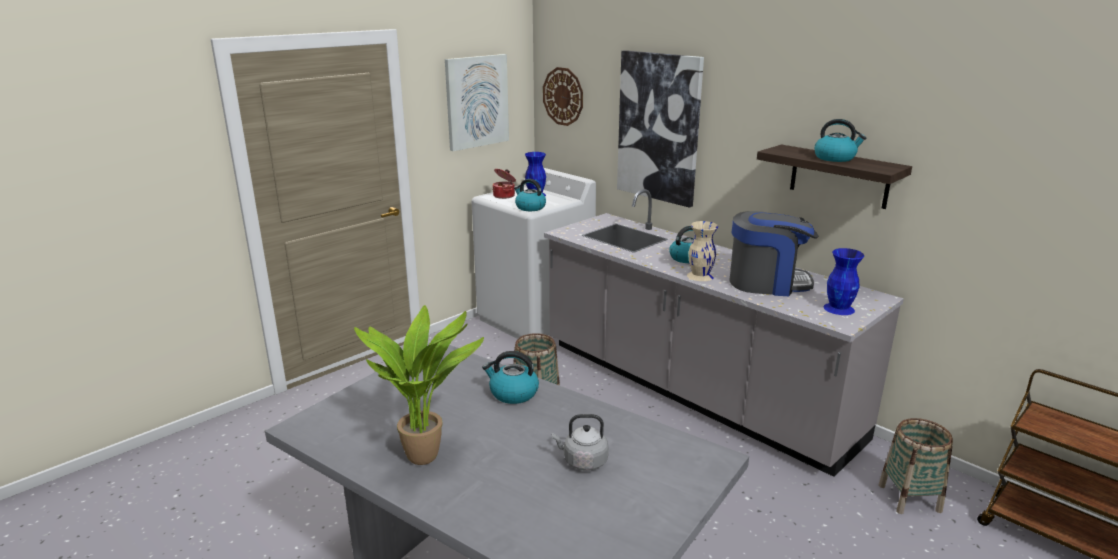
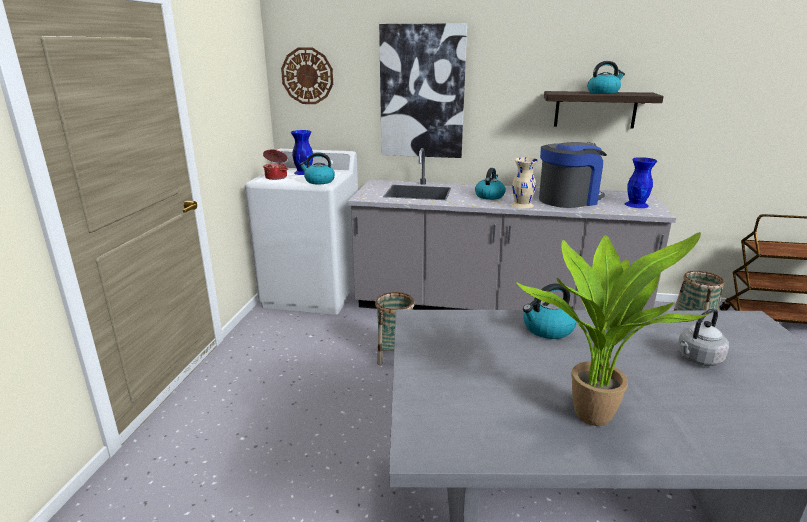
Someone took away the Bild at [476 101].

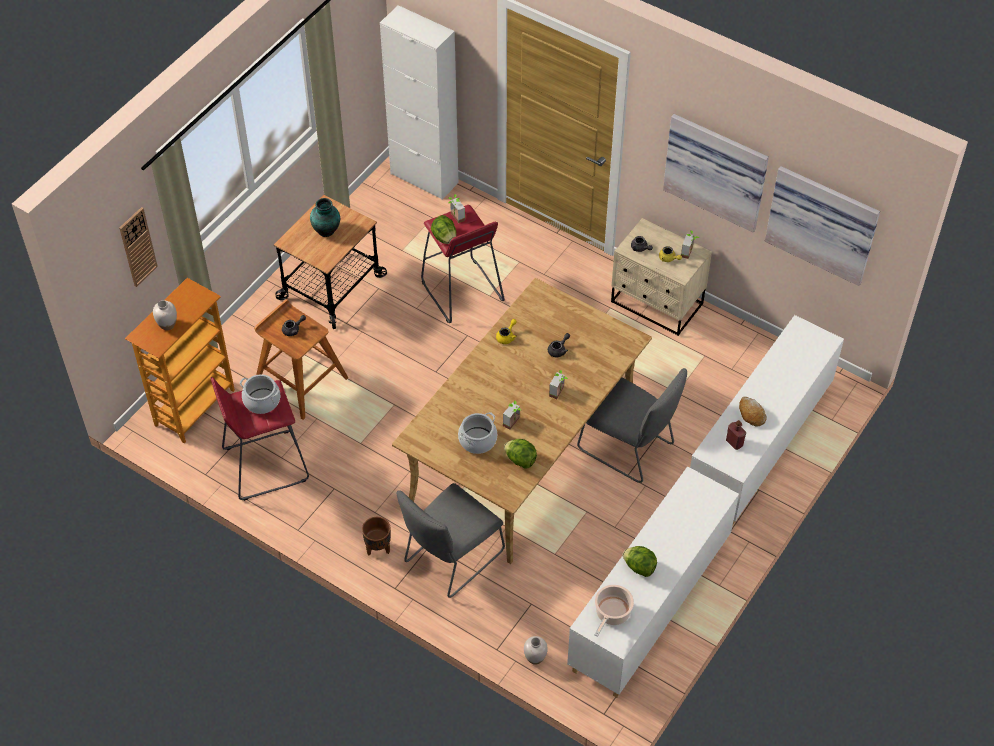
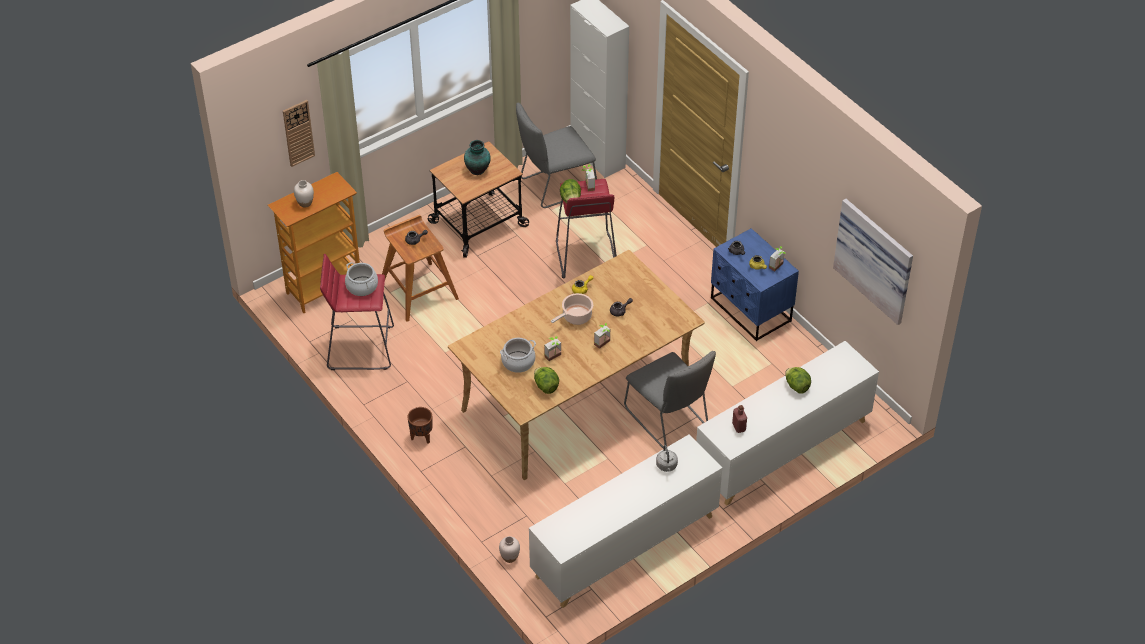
Someone carried the Stuhl (grau) from [450 559] to [555 186].
Someone carried the Kochtopf from [611 614] to [575 317].
Someone put down the Wasserkessel (grau) at [667 466].
Someone repainted the Nachttisch (beige) at [657 304], which became the Nachttisch (blau) at [750 310].
Someone carried the Salatkopf from [639 567] to [796 386].
Someone took away the Bild at [717 170].
Someone took away the Brot at [751 414].

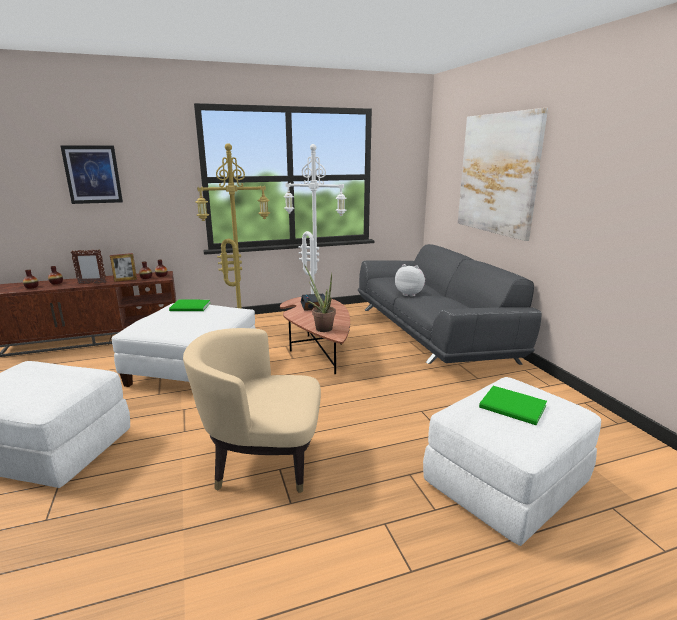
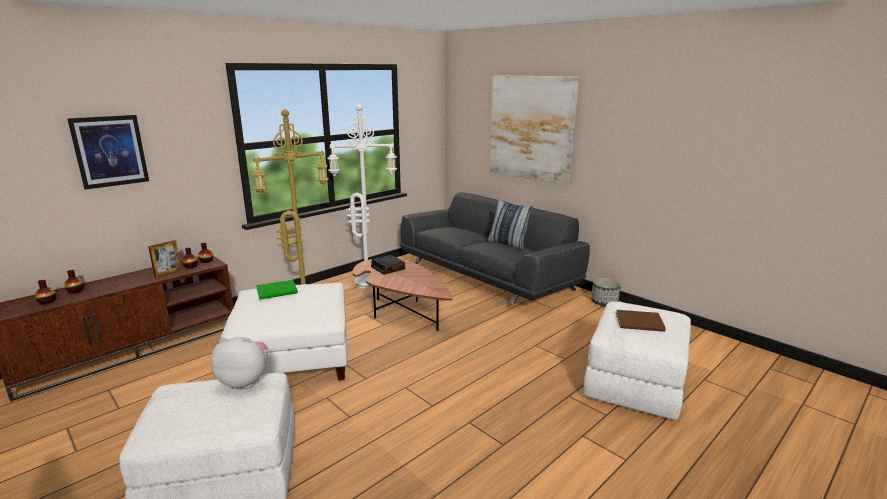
Someone carried the Plüschtier from [410 294] to [245 381].
Someone put down the Kissen at [508 244].
Someone put down the Pflanzkübel at [604 302].
Someone repainted the Buch (grün) at [514 408], which became the Buch (braun) at [641 323].
Someone took away the Bilderrahmen at [92 283].
Someone took away the Sessel (beige) at [263 462].
Someone took away the Topfpflanze at [321 328].

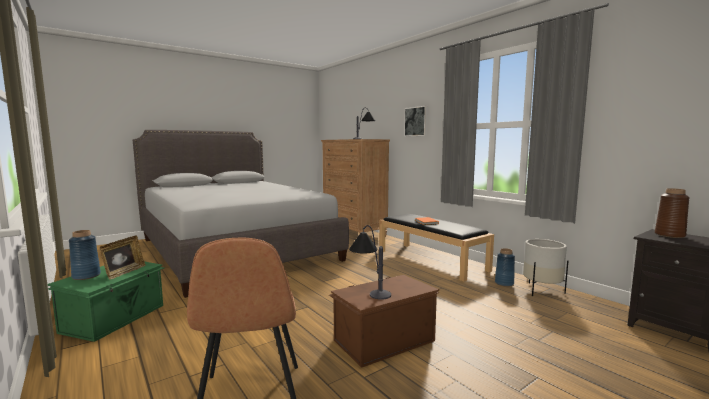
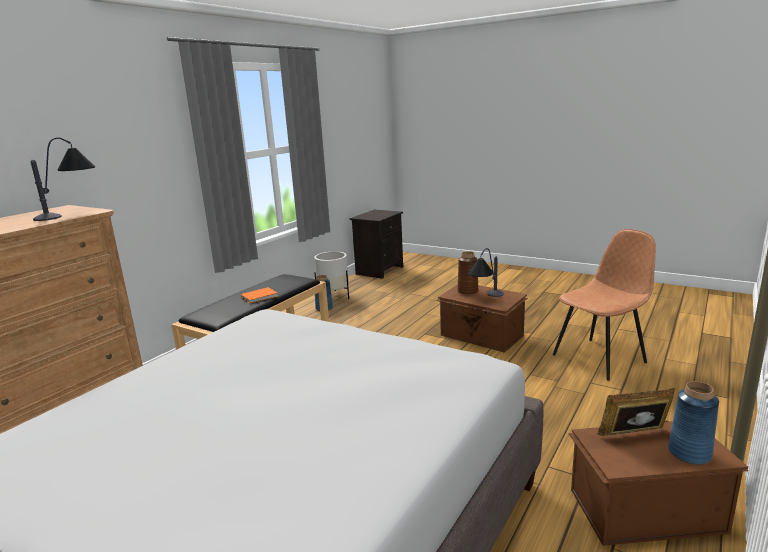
Someone carried the Vase (braun) from [669 235] to [467 291].
Someone repainted the Aufbewahrungsbox (grün) at [115 318], which became the Aufbewahrungsbox (braun) at [643 509].
Someone took away the Bild at [416 121].

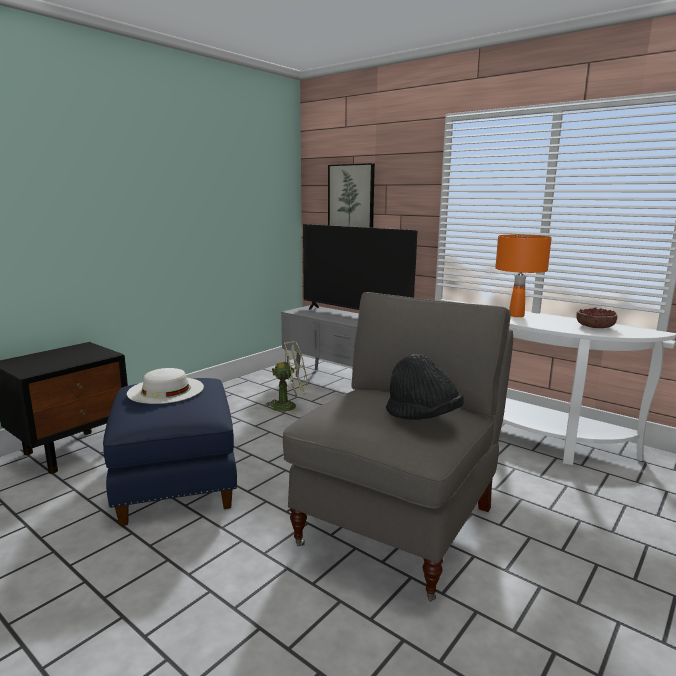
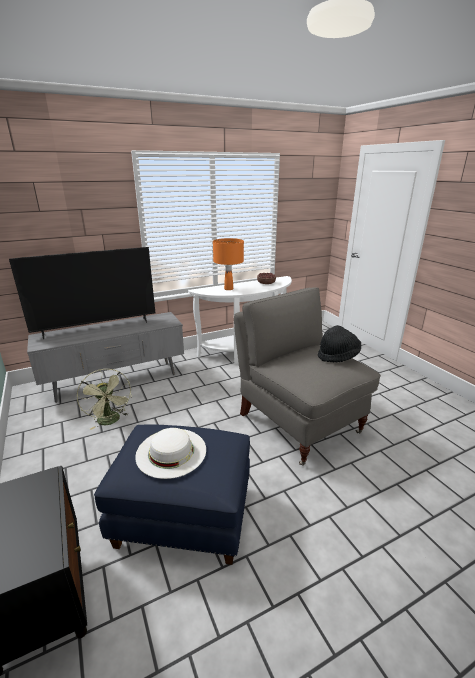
Someone rotated the Ventilator (grün) at [289 406] by 135 degrees clockwise.
Someone took away the Bild at [351 199].

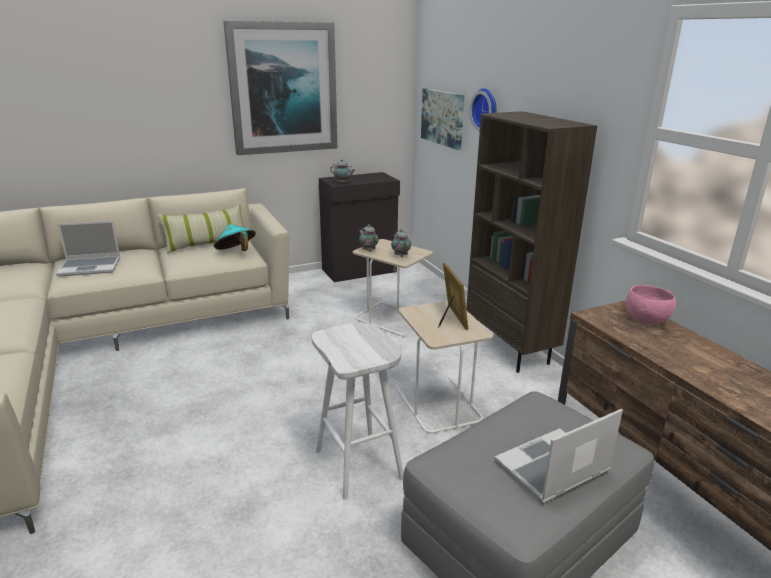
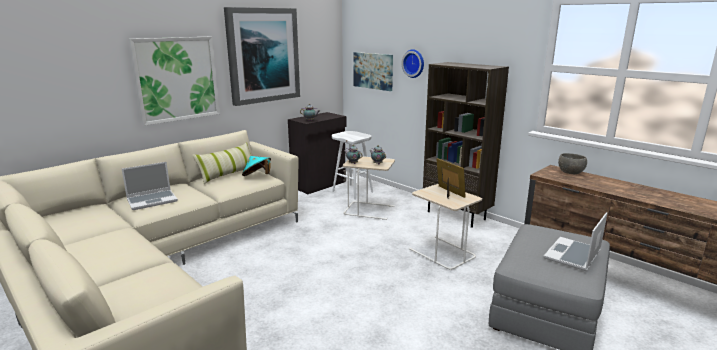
Someone put up the Bild at [177 79].
Someone carried the Hocker (weiß) from [360 465] to [353 192].
Someone repainted the Schüssel (rosa) at [647 321], which became the Schüssel (grau) at [571 173].

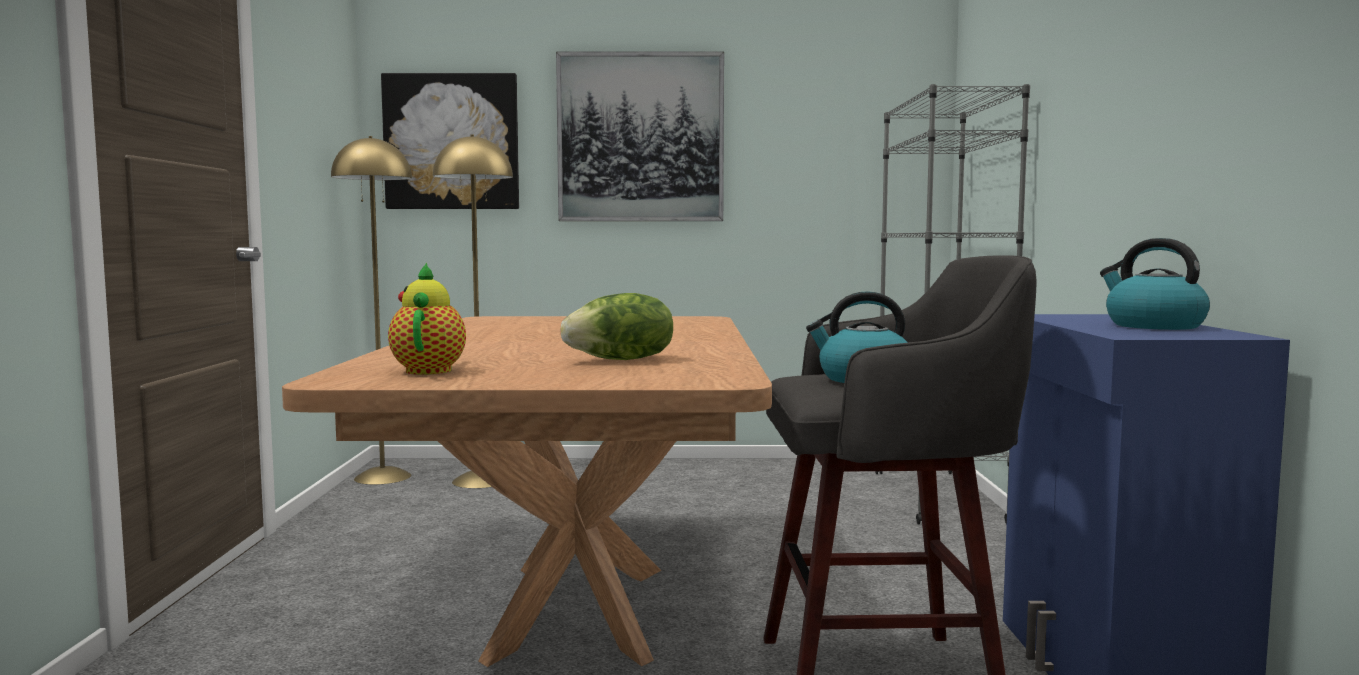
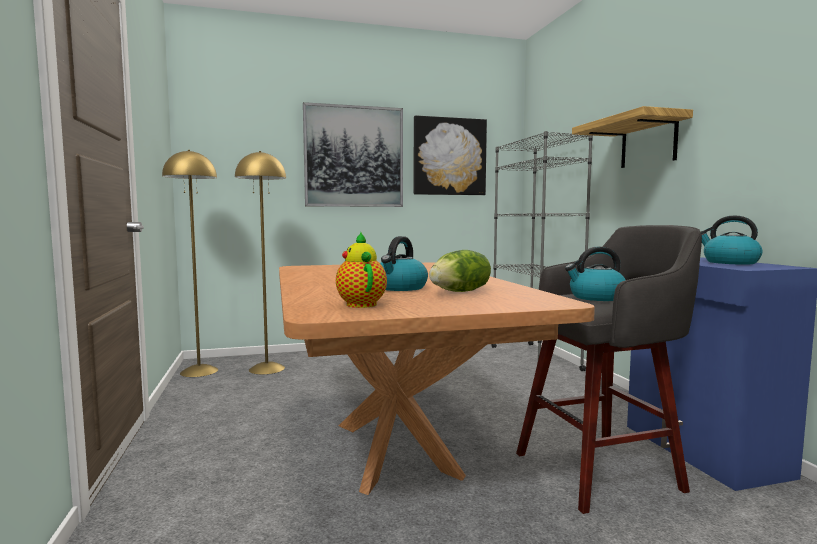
Someone put down the Wasserkessel at [400 288].
Someone carried the Bild from [452 142] to [449 157].
Someone put up the Wandregal at [648 142].

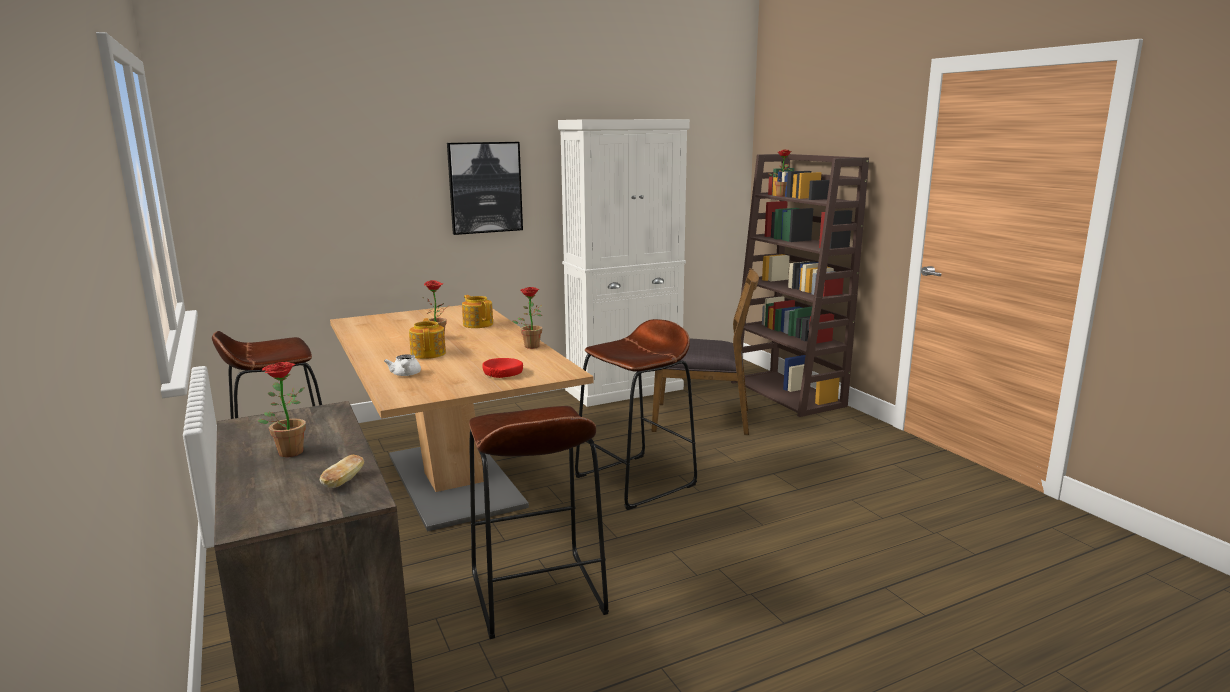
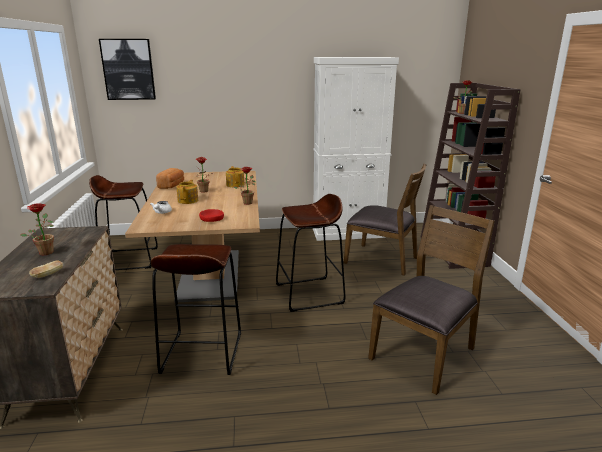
Someone carried the Bild from [485 187] to [128 69].
Someone put down the Brot at [172 185].
Someone put down the Stuhl (braun) at [424 354].

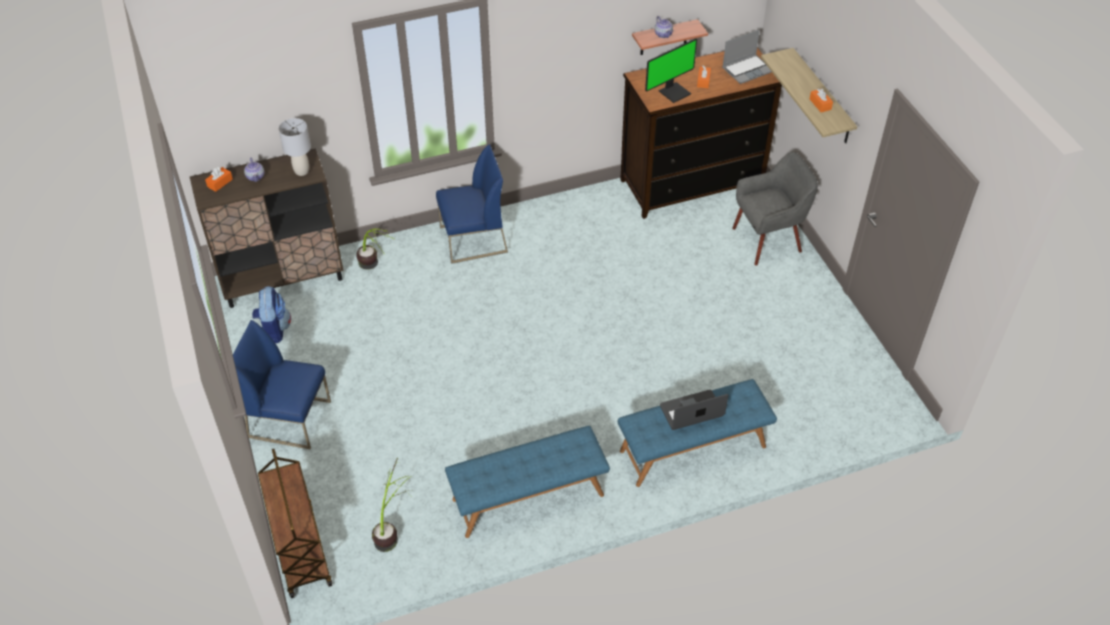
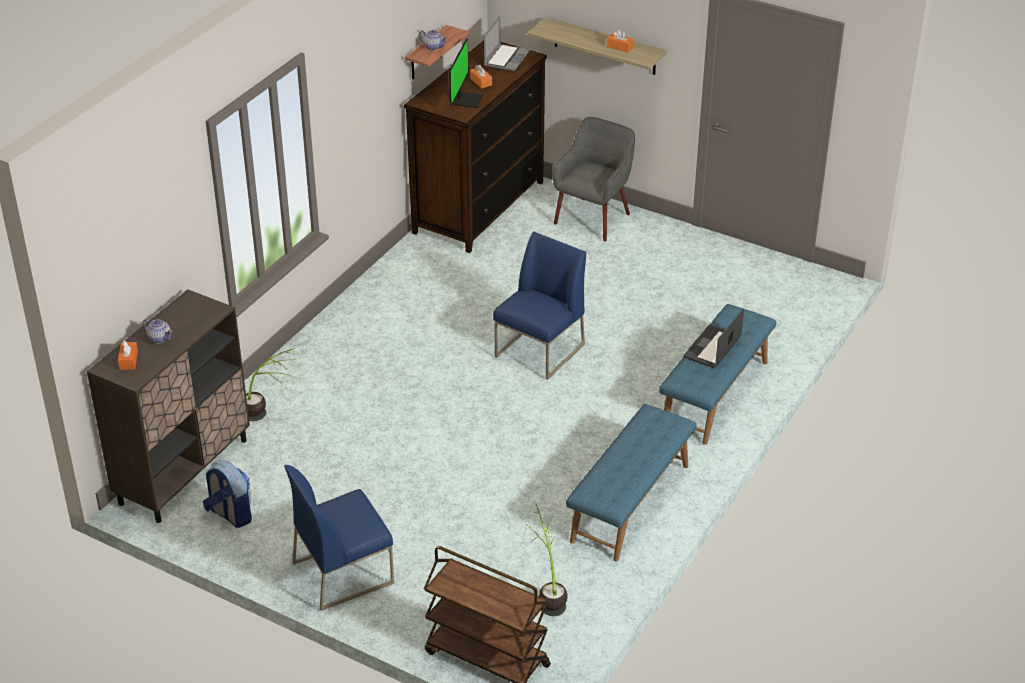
Someone carried the Stuhl (blau) from [473 240] to [540 351].
Someone took away the Tischlampe (grau) at [301 171].

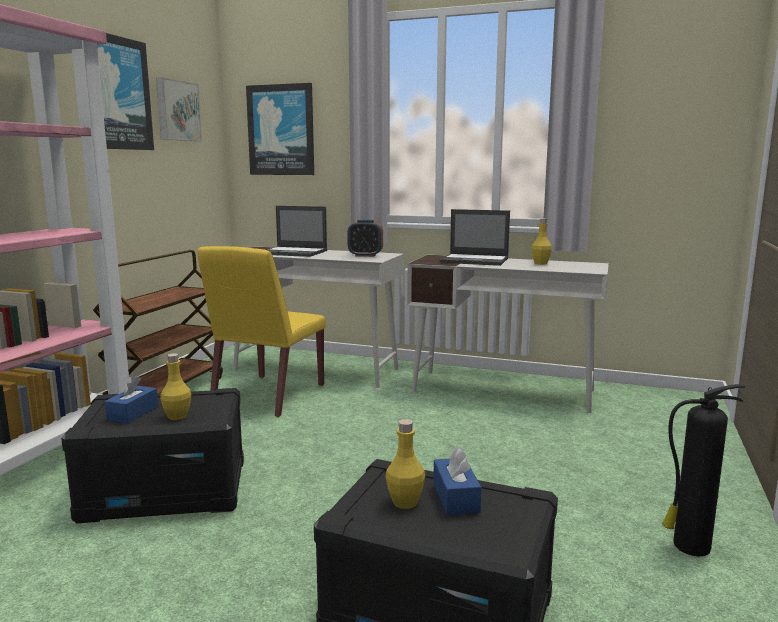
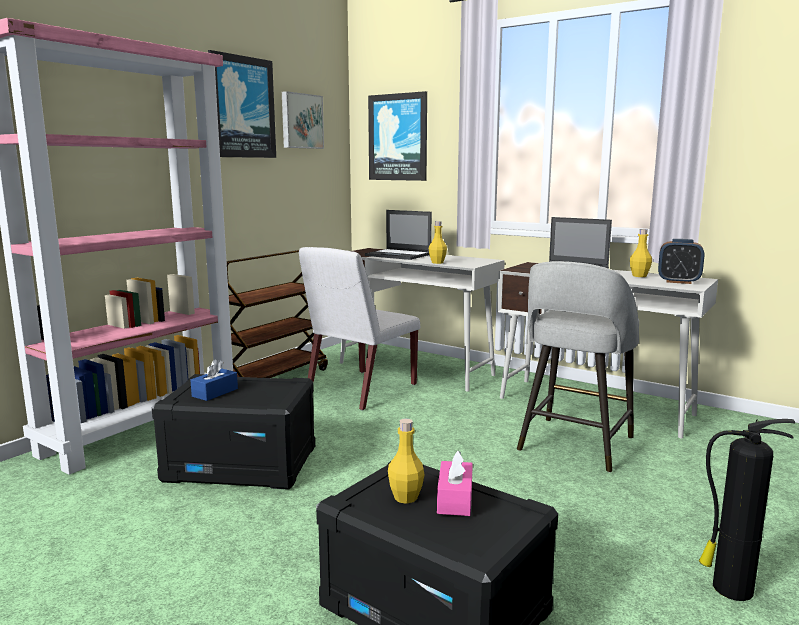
Someone repainted the Stuhl (gelb) at [268 396], which became the Stuhl (weiß) at [361 390].
Someone carried the Flasche (gelb) from [177 416] to [437 262].
Someone repainted the Taschentuchbox (blau) at [455 497], which became the Taschentuchbox (rosa) at [455 499].
Someone put down the Hocker (grau) at [574 445].
Someone carried the Wecker from [365 255] to [678 282].

